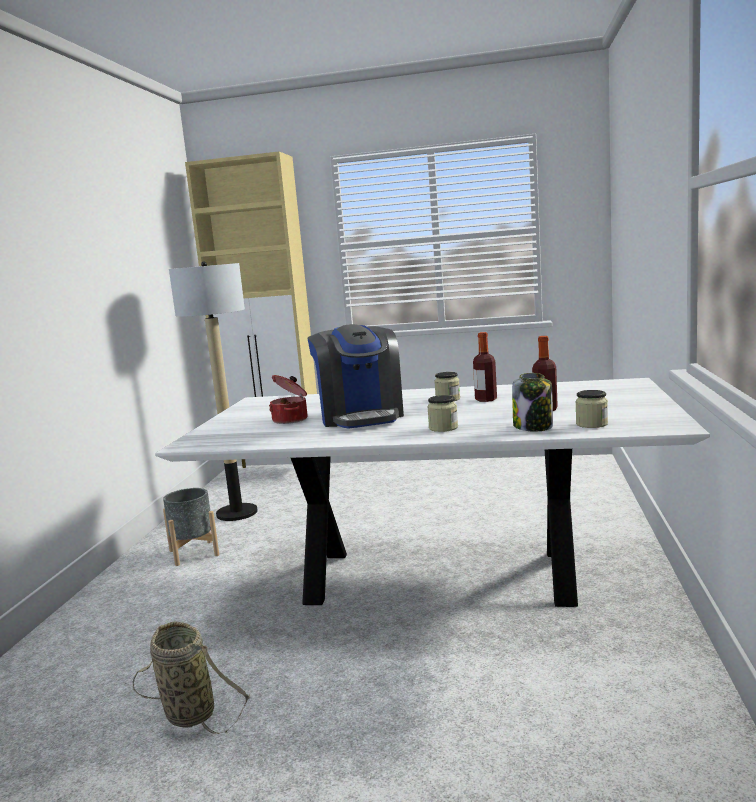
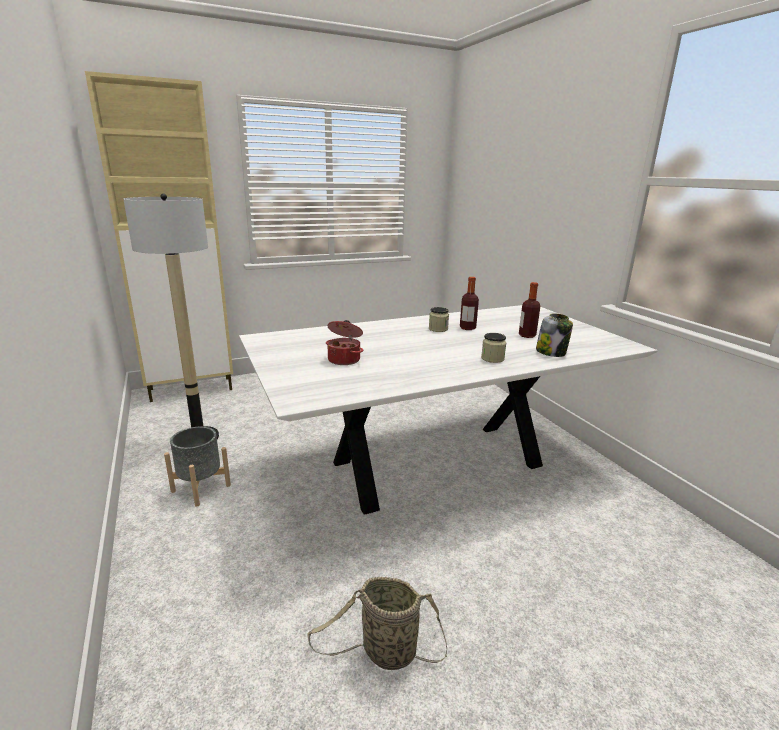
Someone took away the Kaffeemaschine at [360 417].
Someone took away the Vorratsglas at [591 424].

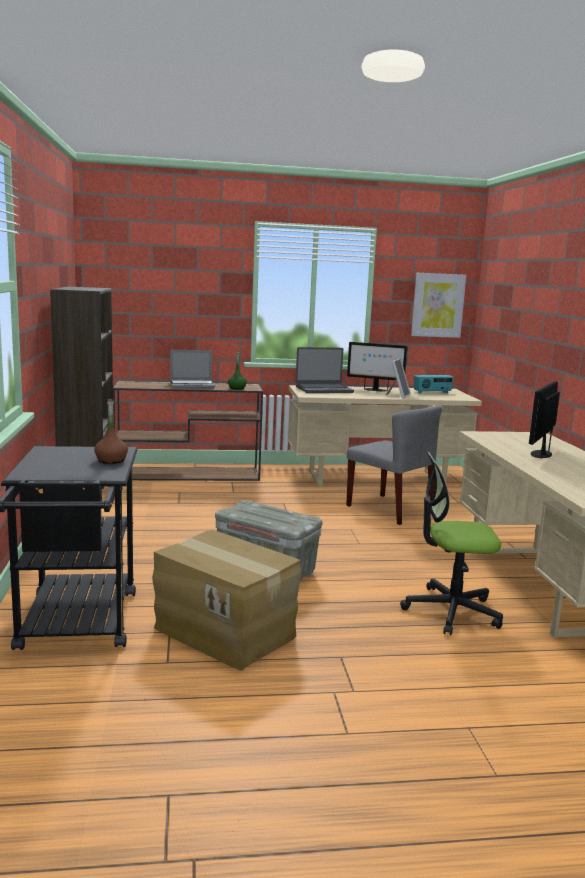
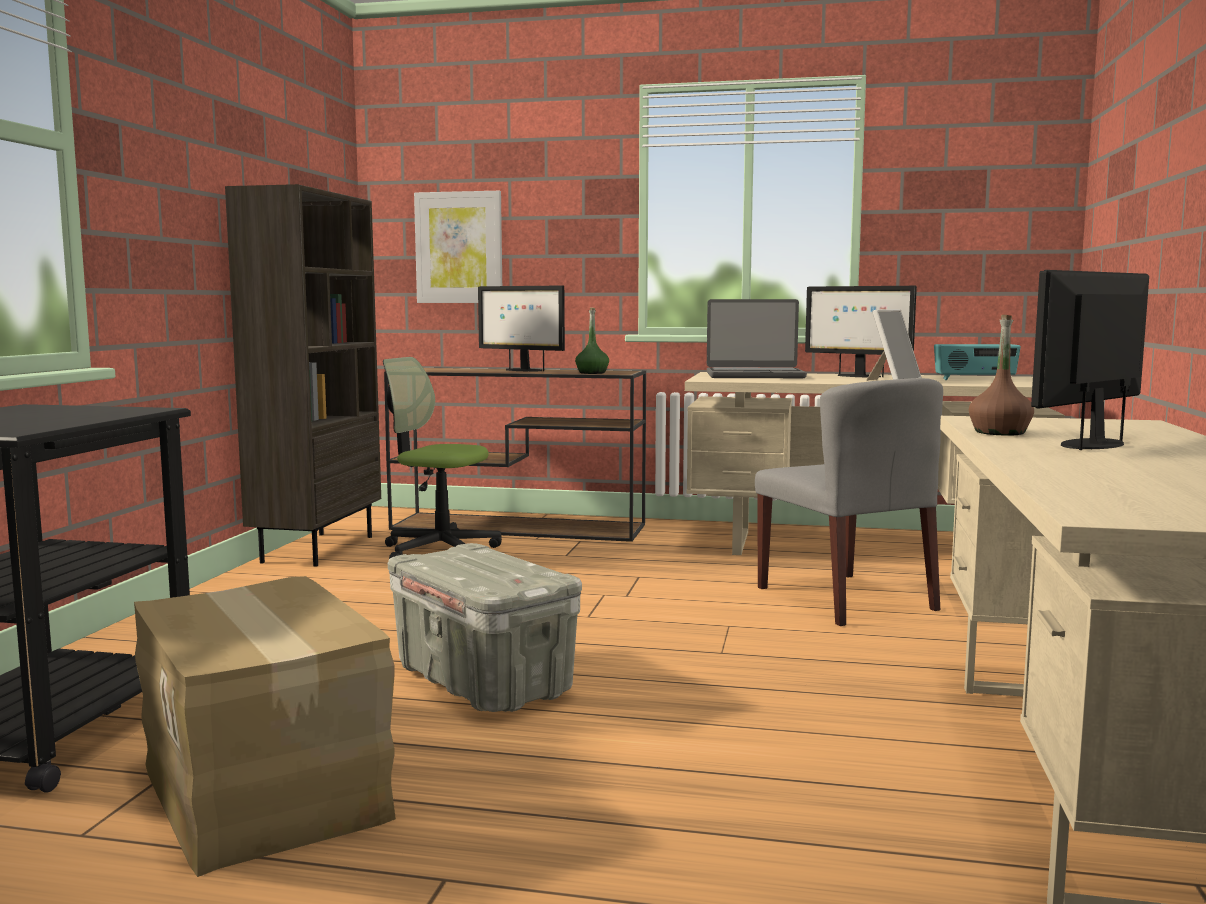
Someone carried the Bürostuhl from [451 611] to [439 550].
Someone carried the Bild from [438 305] to [459 248].
Someone swapped the Laptop at [192 385] for the Monitor at [522 370].
Someone carried the Flasche (braun) from [111 460] to [999 432].

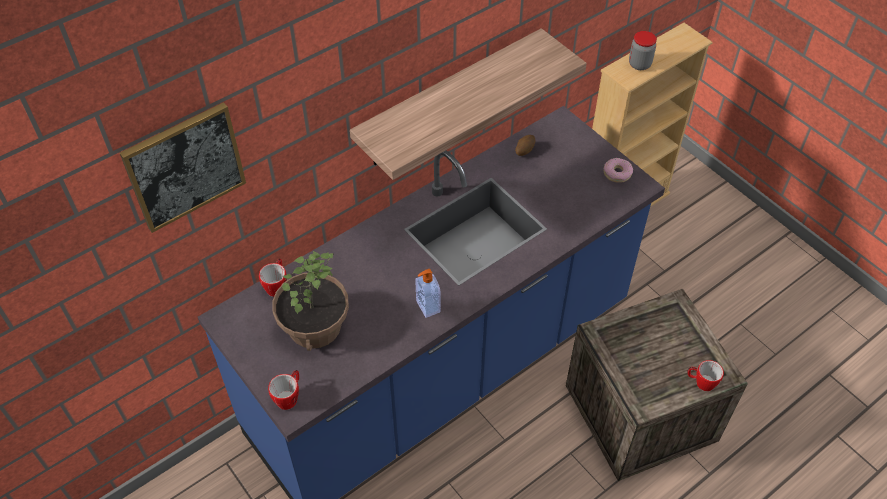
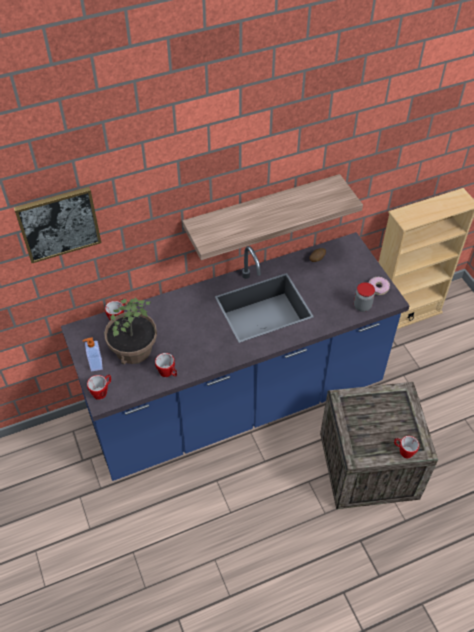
Someone carried the Seifenspender from [427 307] to [95 364].
Someone put down the Henkelbecher at [168 373].
Someone carried the Vorratsglas from [639 64] to [362 306].

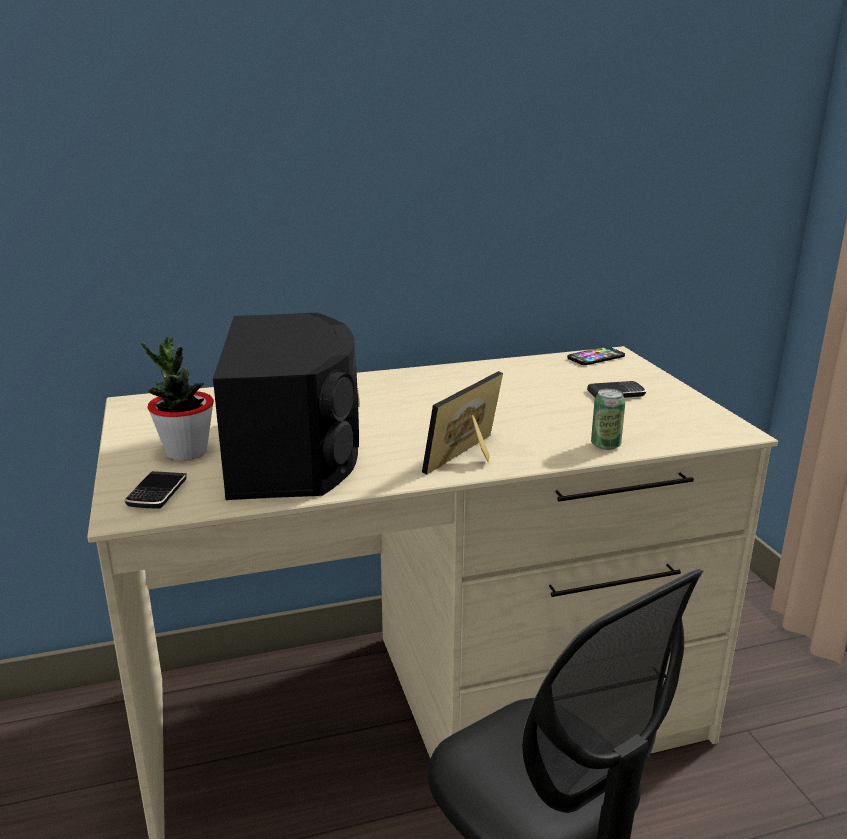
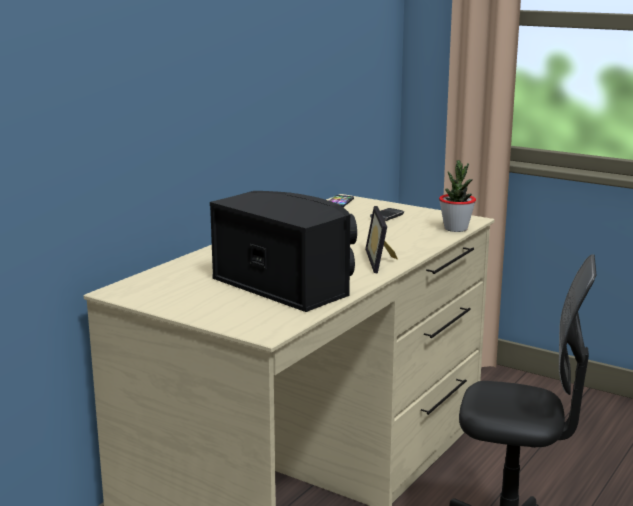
Someone carried the Topfpflanze from [186 452] to [456 229].
Someone took away the Handy at [157 493].
Someone took away the Dose at [605 445].

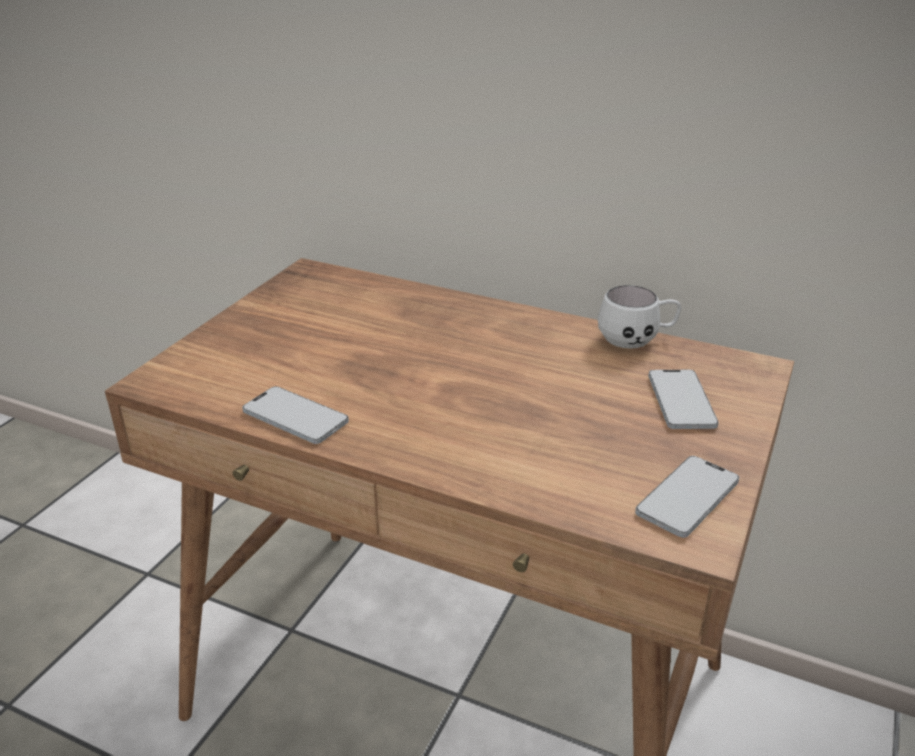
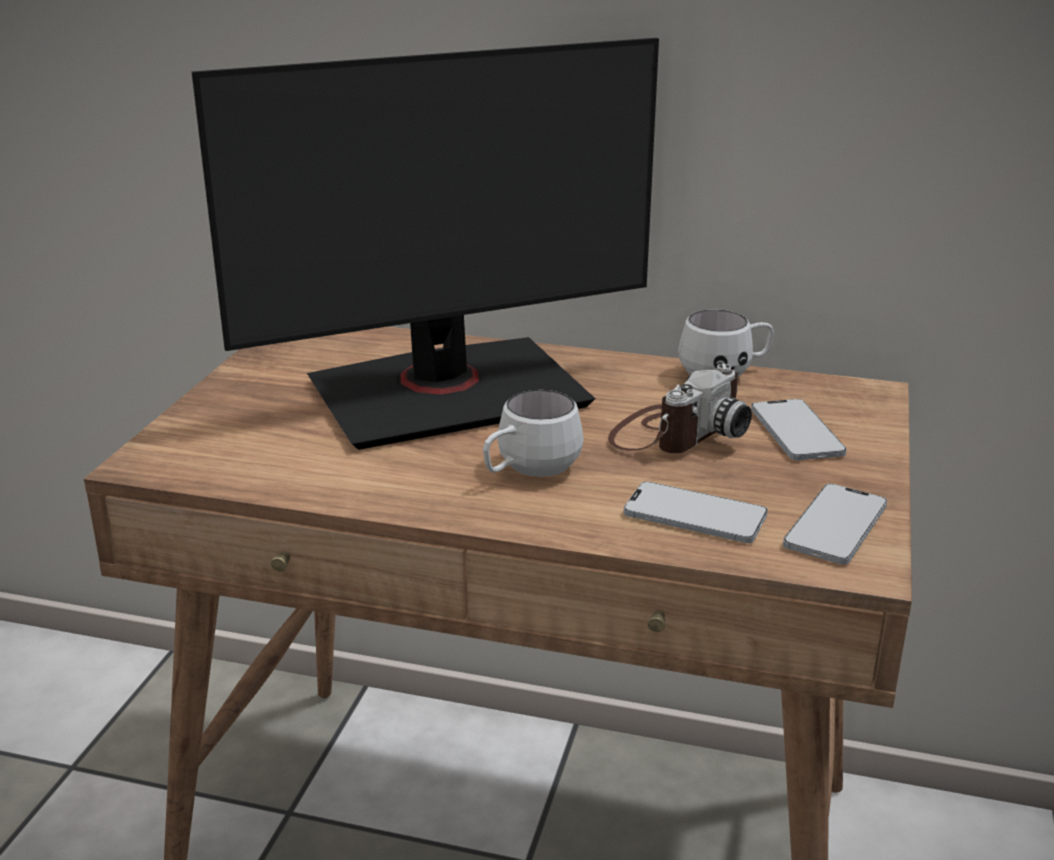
Someone put down the Monitor at [447 392].
Someone put down the Henkelbecher (weiß) at [528 473].
Someone put down the Kamera at [675 432].
Someone carried the Handy from [295 417] to [695 515].

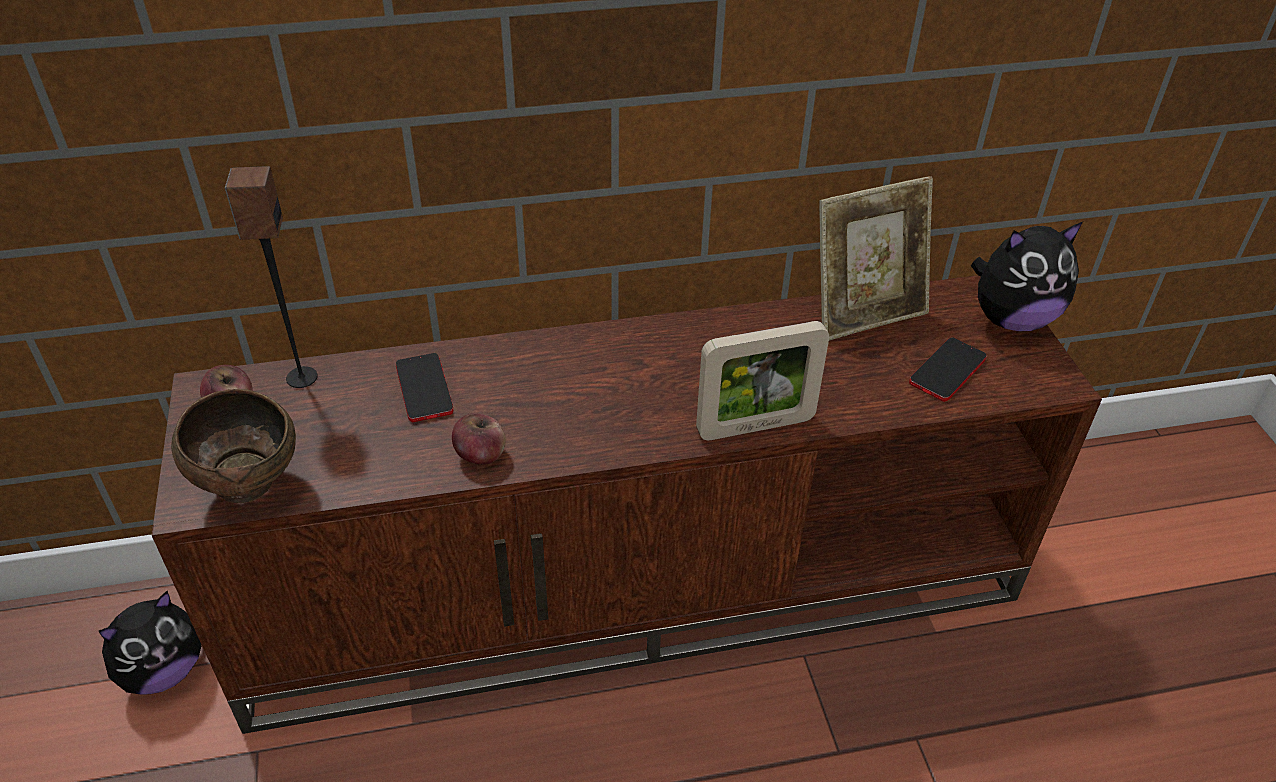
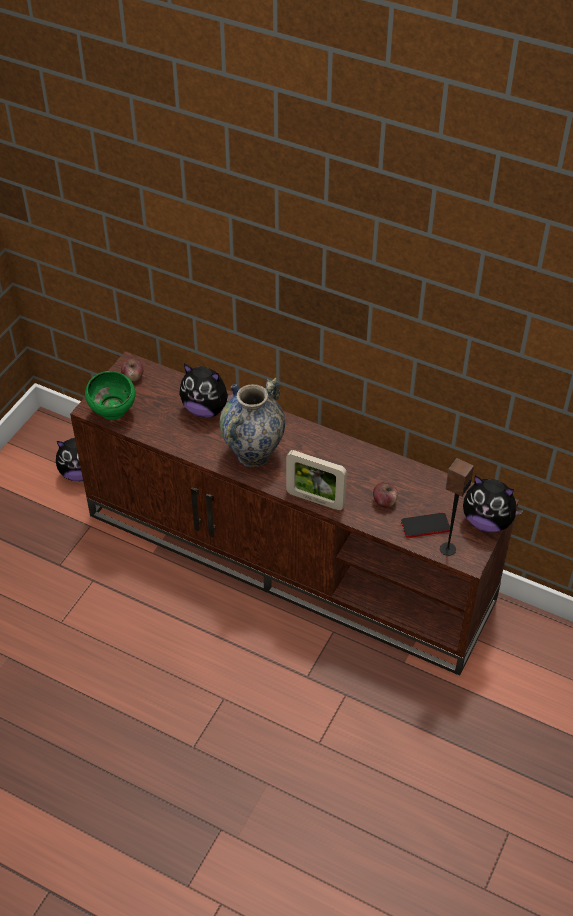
Someone repainted the Schüssel (braun) at [251 486], which became the Schüssel (grün) at [114 414].
Someone swapped the Handy at [424 389] for the Plüschtier at [206 409].
Someone put down the Vase at [253 455].
Someone carried the Apfel from [480 454] to [384 501].
Someone carried the Lautsprecher from [301 377] to [447 549].
Someone took away the Bilderrahmen at [865 313].

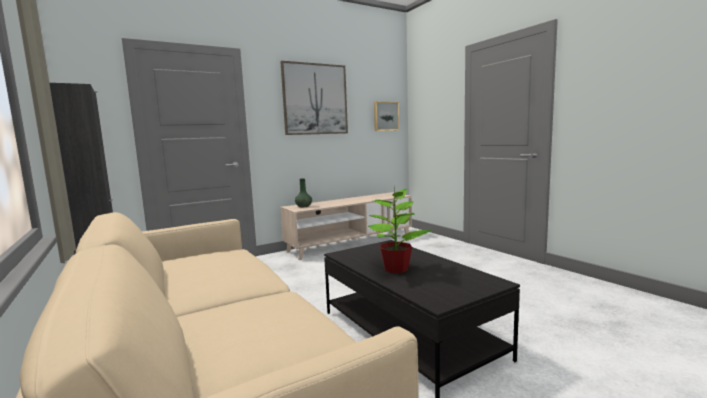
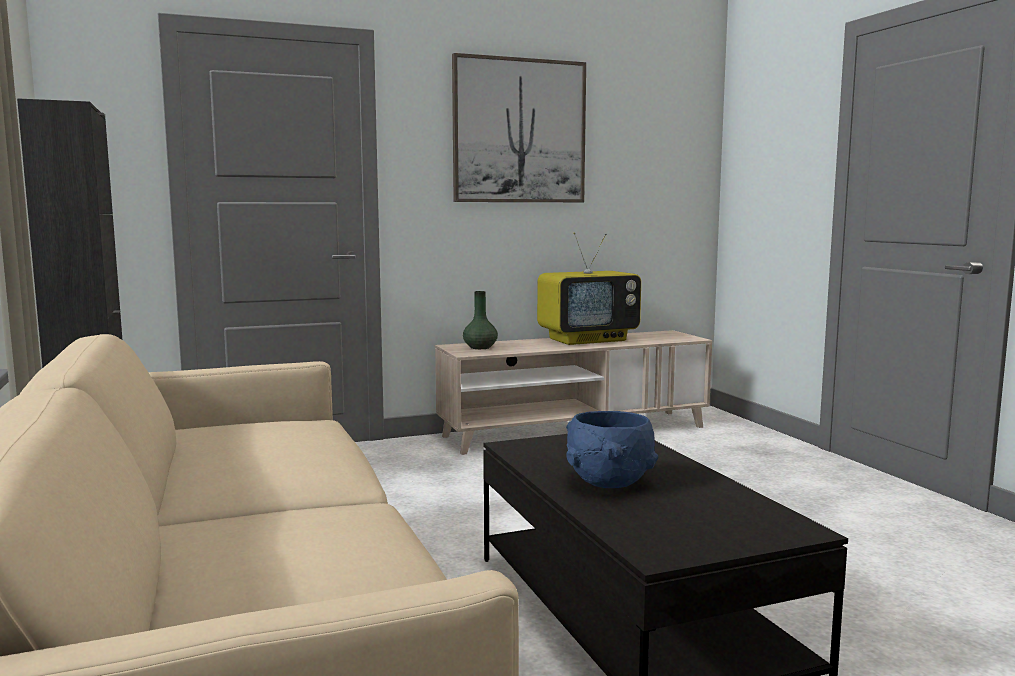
Someone put down the Fernseher at [588 339].
Someone swapped the Topfpflanze at [396 268] for the Schüssel (blau) at [609 483].
Someone took away the Bild at [385 116].

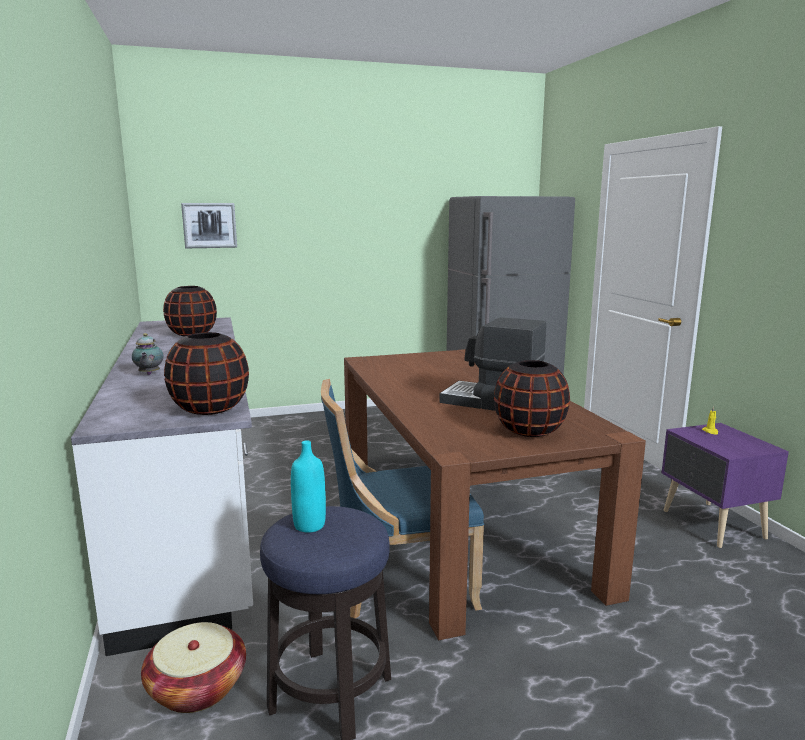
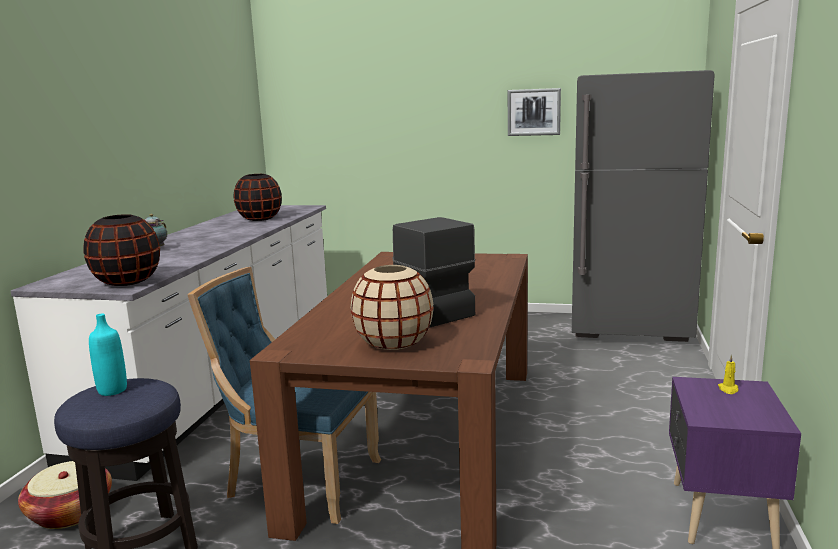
Someone repainted the Vase (schwarz) at [529 431], which became the Vase (beige) at [393 343].
Someone carried the Bild from [209 225] to [534 112].

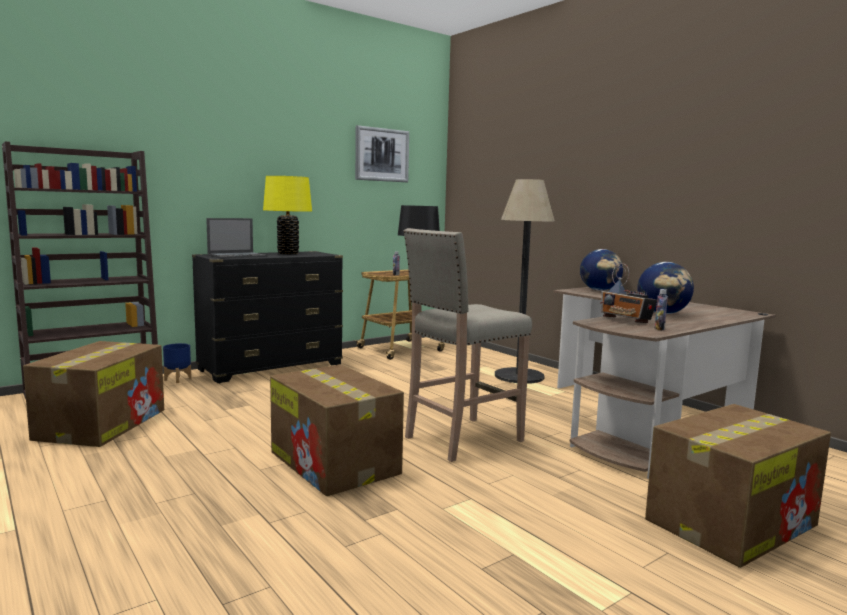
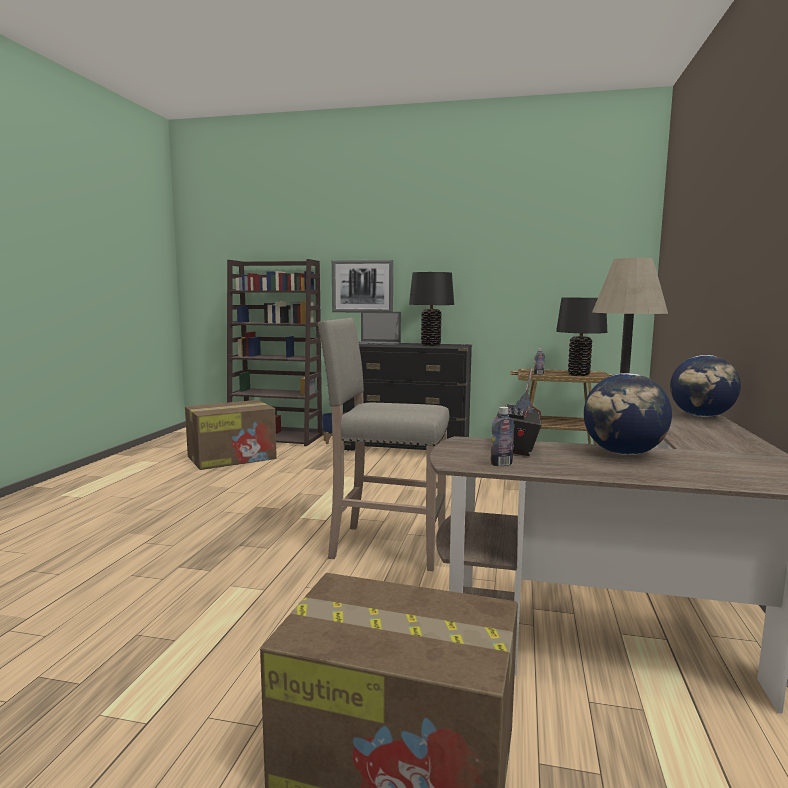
Someone carried the Bild from [382 155] to [362 286].
Someone repainted the Tischlampe (gelb) at [288 253], which became the Tischlampe (schwarz) at [430 345].
Someone took away the Karton at [335 463].

